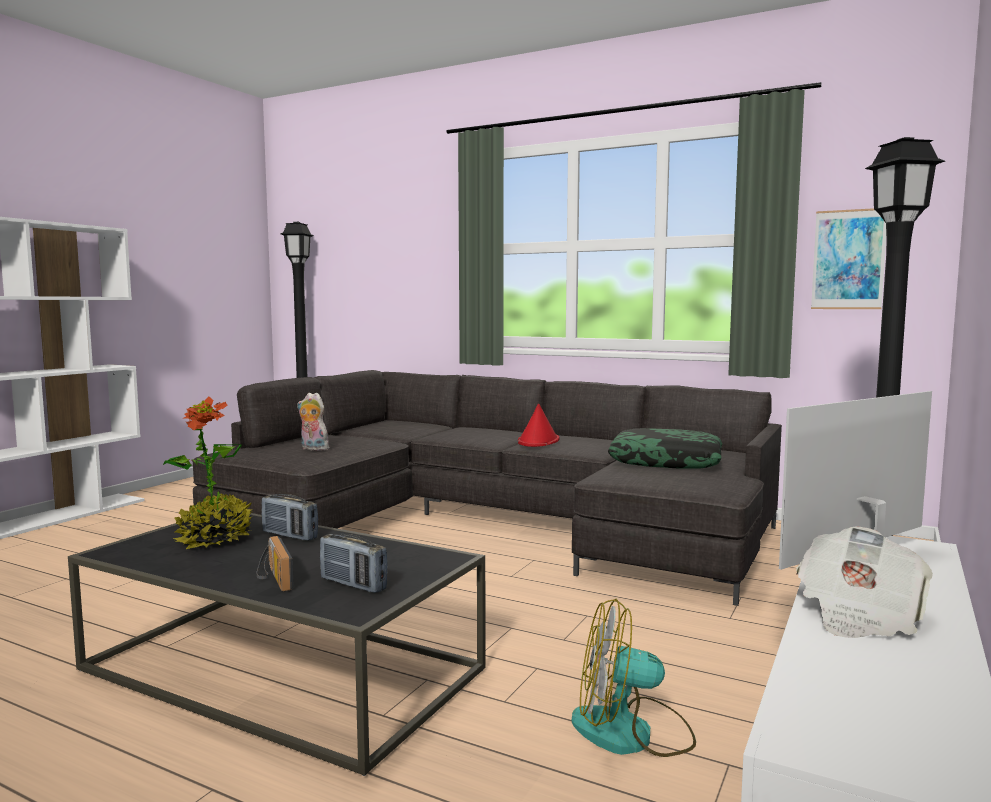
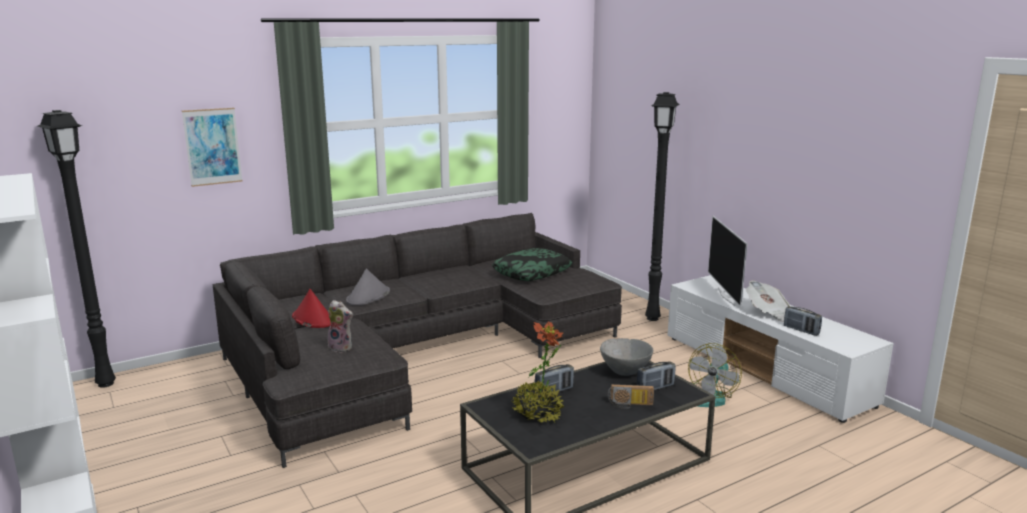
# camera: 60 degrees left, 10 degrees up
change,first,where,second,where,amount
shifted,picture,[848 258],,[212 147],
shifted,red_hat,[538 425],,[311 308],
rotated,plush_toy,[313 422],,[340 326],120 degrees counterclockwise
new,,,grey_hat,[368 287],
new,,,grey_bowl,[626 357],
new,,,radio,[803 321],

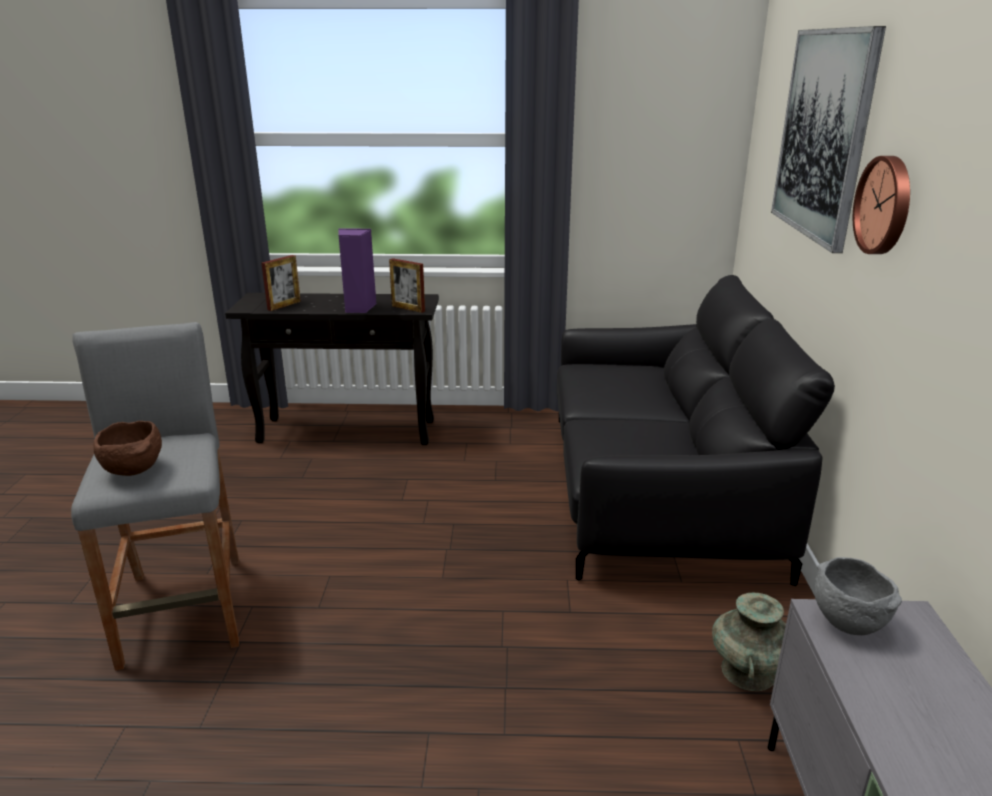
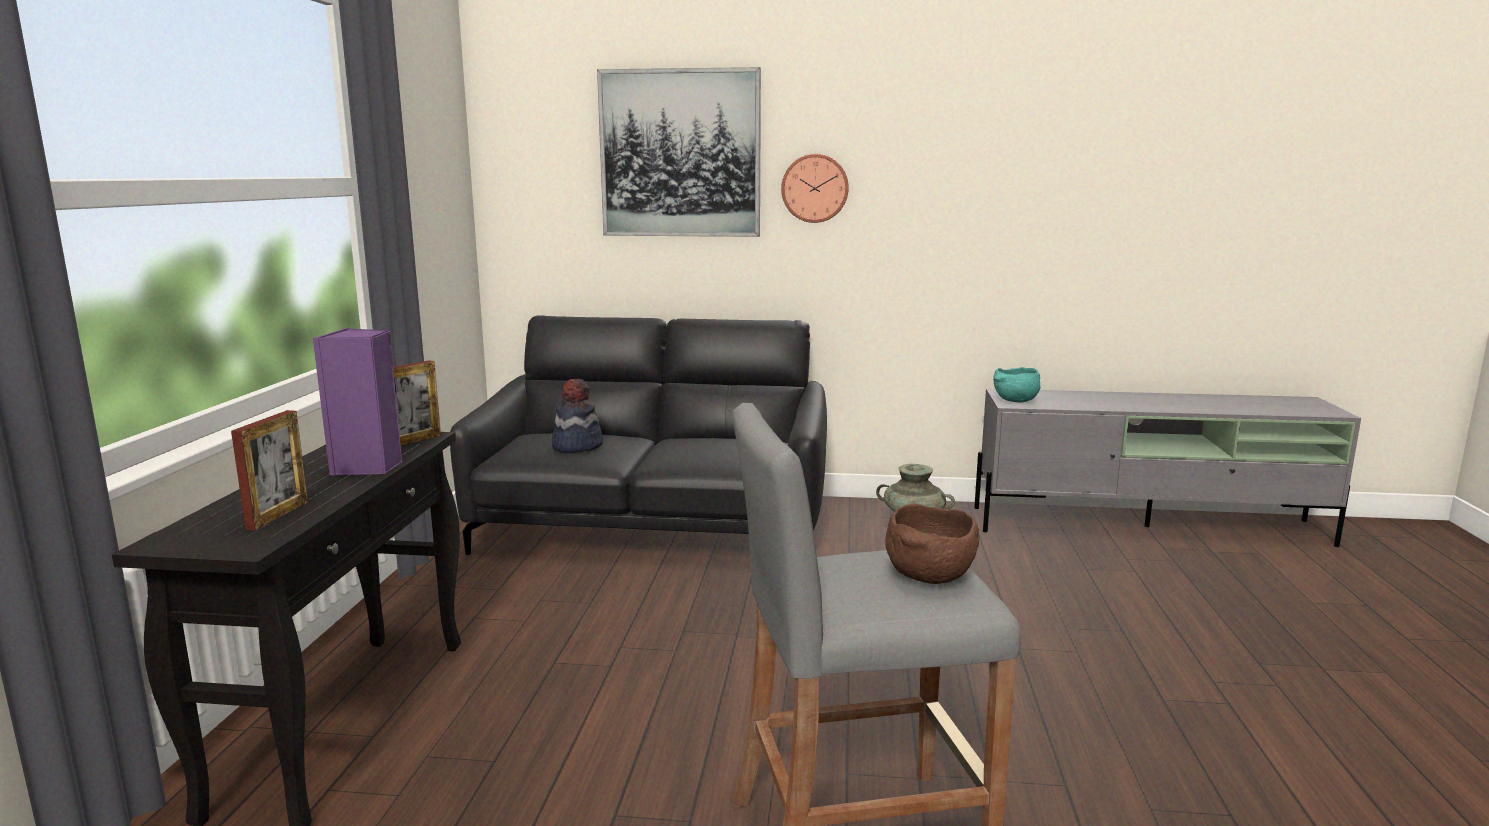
# camera: 85 degrees left, 10 degrees down
change,first,where,second,where,amount
rotated,picture_frame,[281 283],,[269 470],60 degrees clockwise
new,,,hat,[577 416],
repainted,grey_bowl,[858 596],turquoise_bowl,[1016 385],

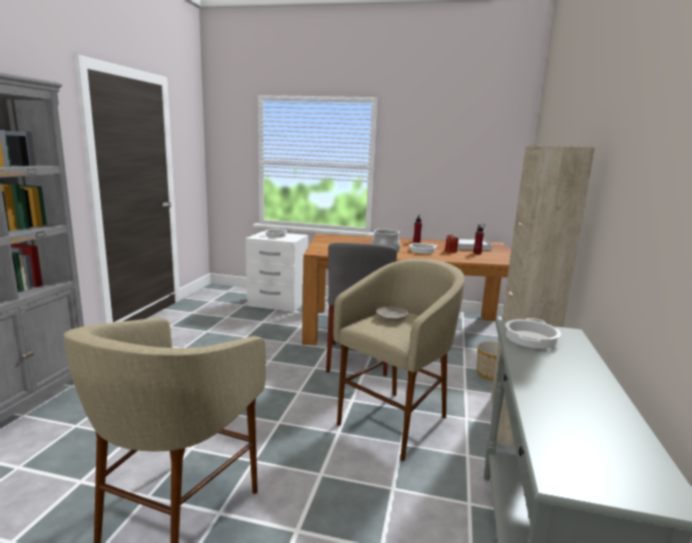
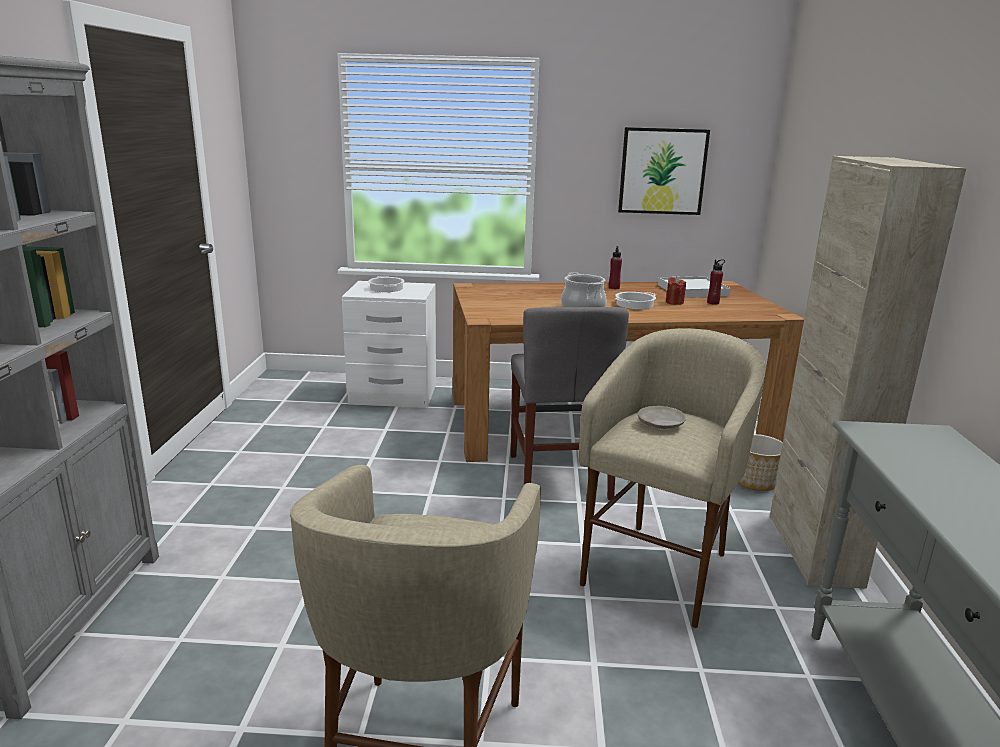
# camera: 10 degrees left, 5 degrees up
change,first,where,second,where,amount
new,,,picture,[664 171],
gone,cooking_pot,[533 333],,,

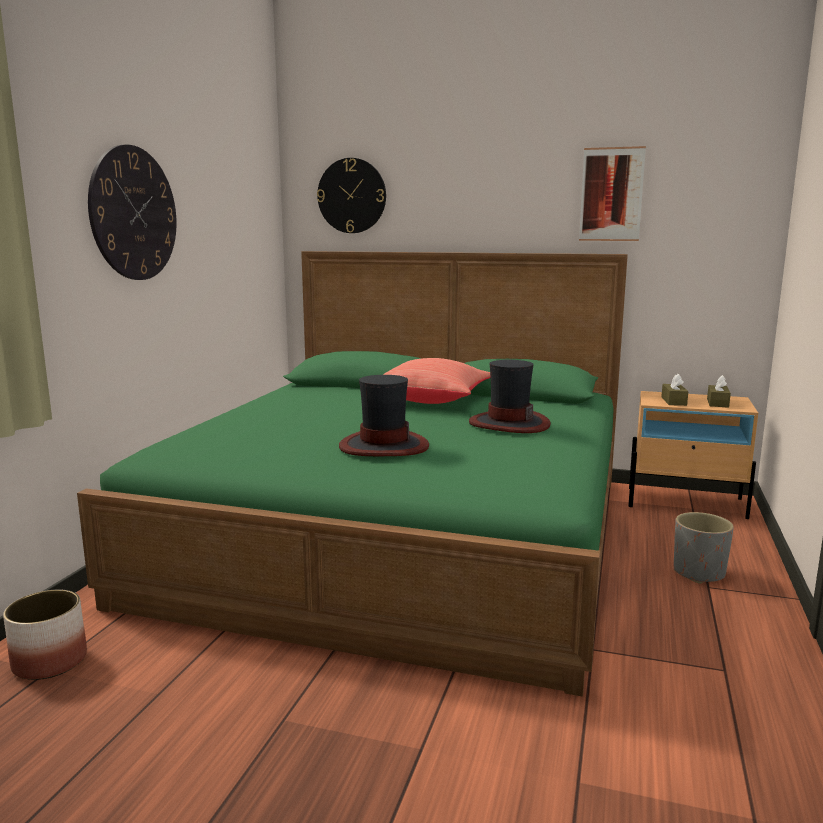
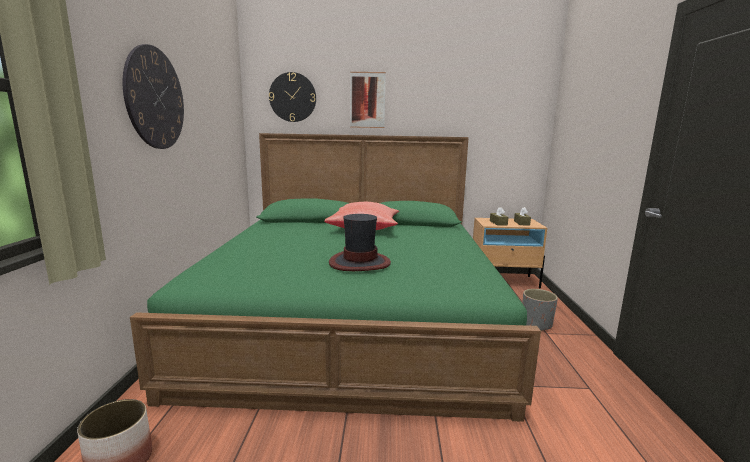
# camera: 15 degrees left, 0 degrees up
change,first,where,second,where,amount
shifted,picture,[612 193],,[368 100],
gone,hat,[510 396],,,

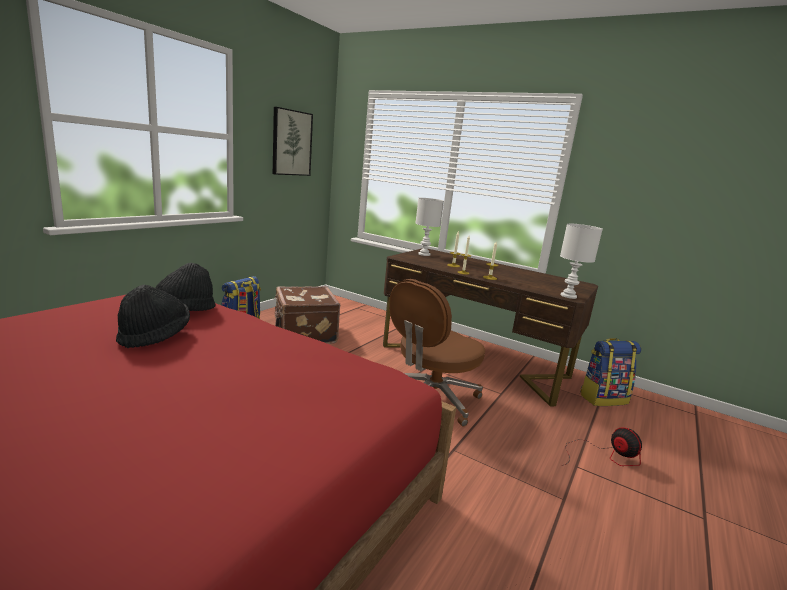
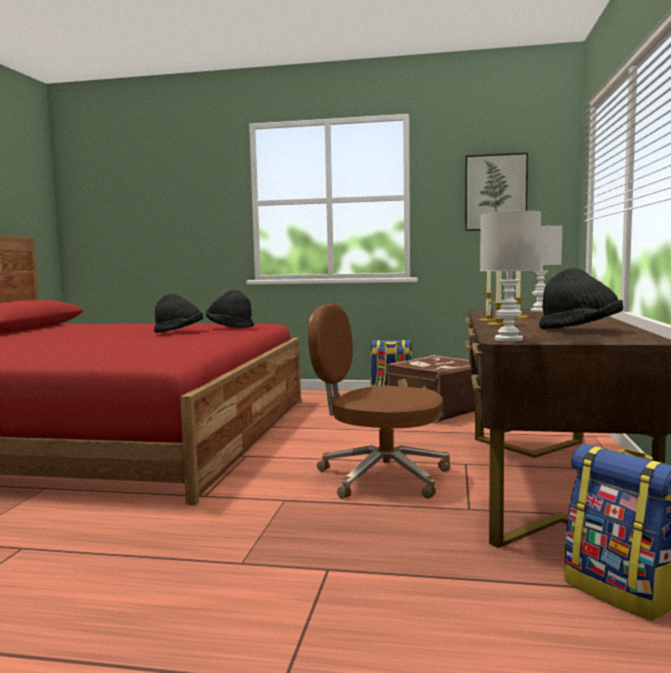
# camera: 70 degrees right, 10 degrees down
change,first,where,second,where,amount
new,,,black_hat,[581 298],
gone,fan,[602 446],,,

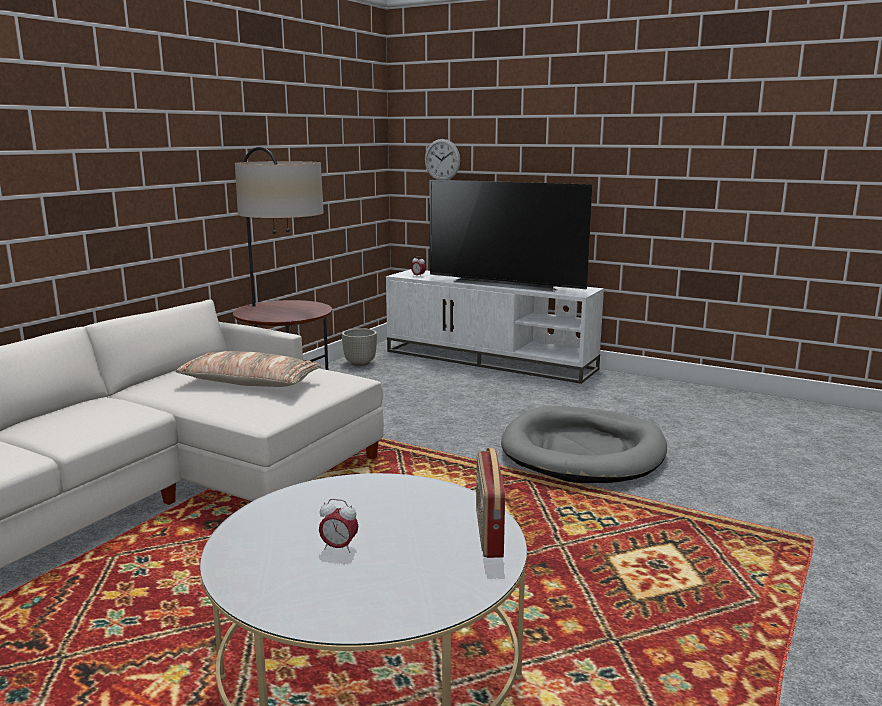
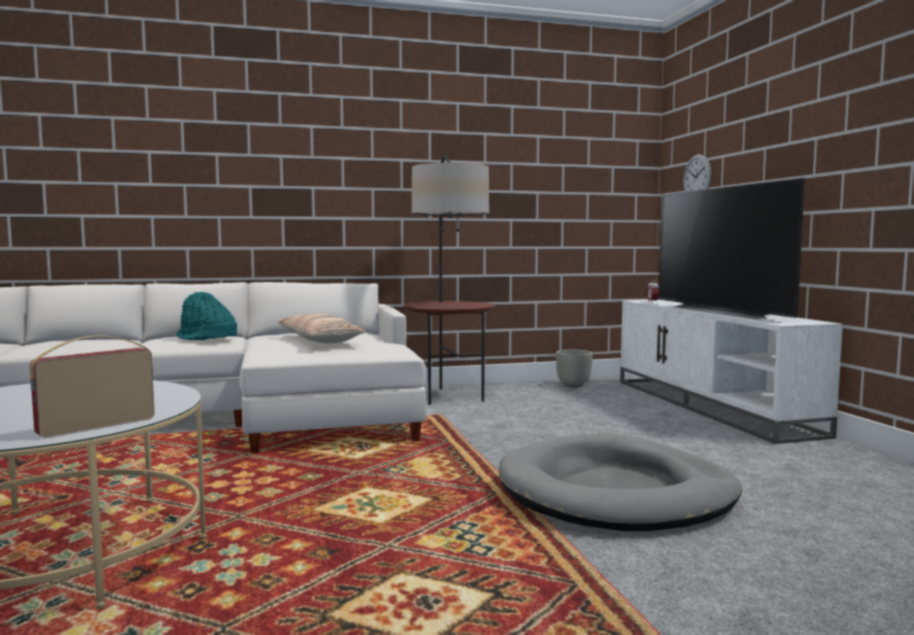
# camera: 45 degrees right, 10 degrees down
change,first,where,second,where,amount
new,,,turquoise_hat,[207 316],
gone,alarm_clock,[338 526],,,

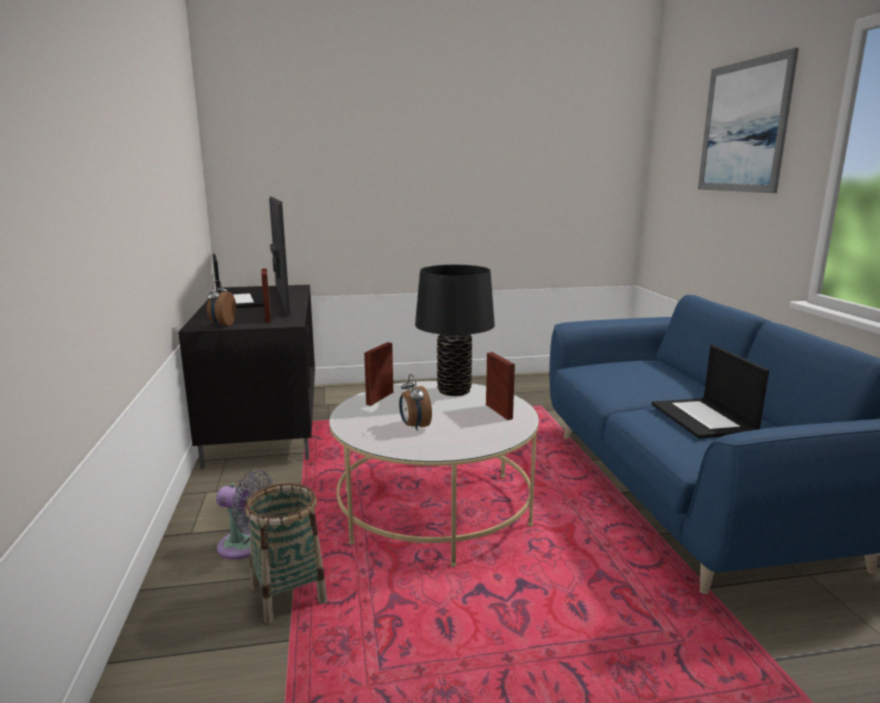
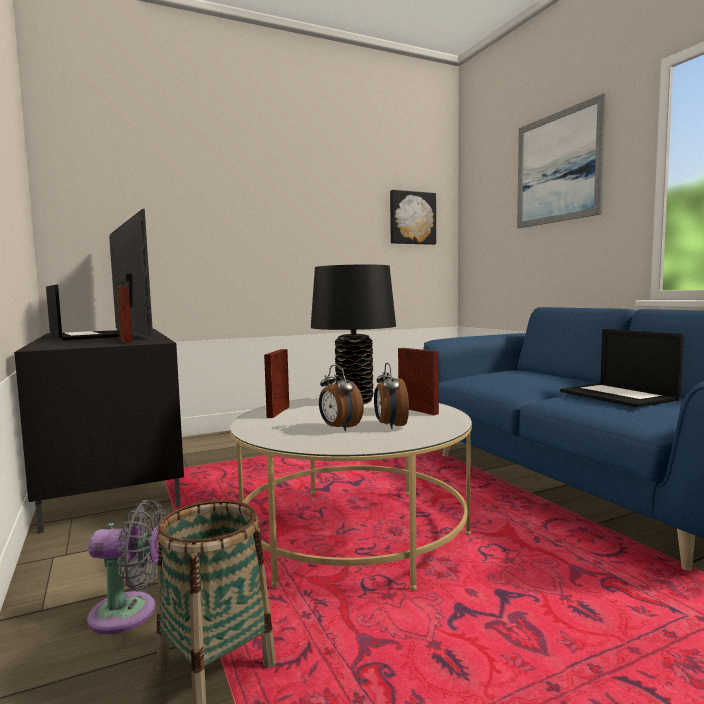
# camera: 15 degrees left, 10 degrees down
change,first,where,second,where,amount
shifted,alarm_clock,[221 304],,[391 396],
new,,,picture,[413 217],

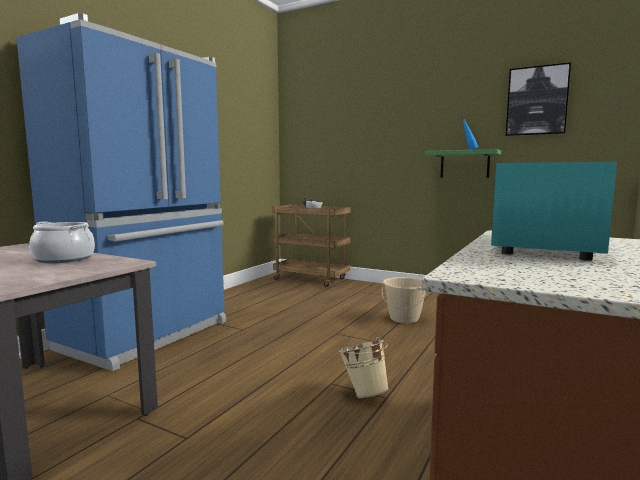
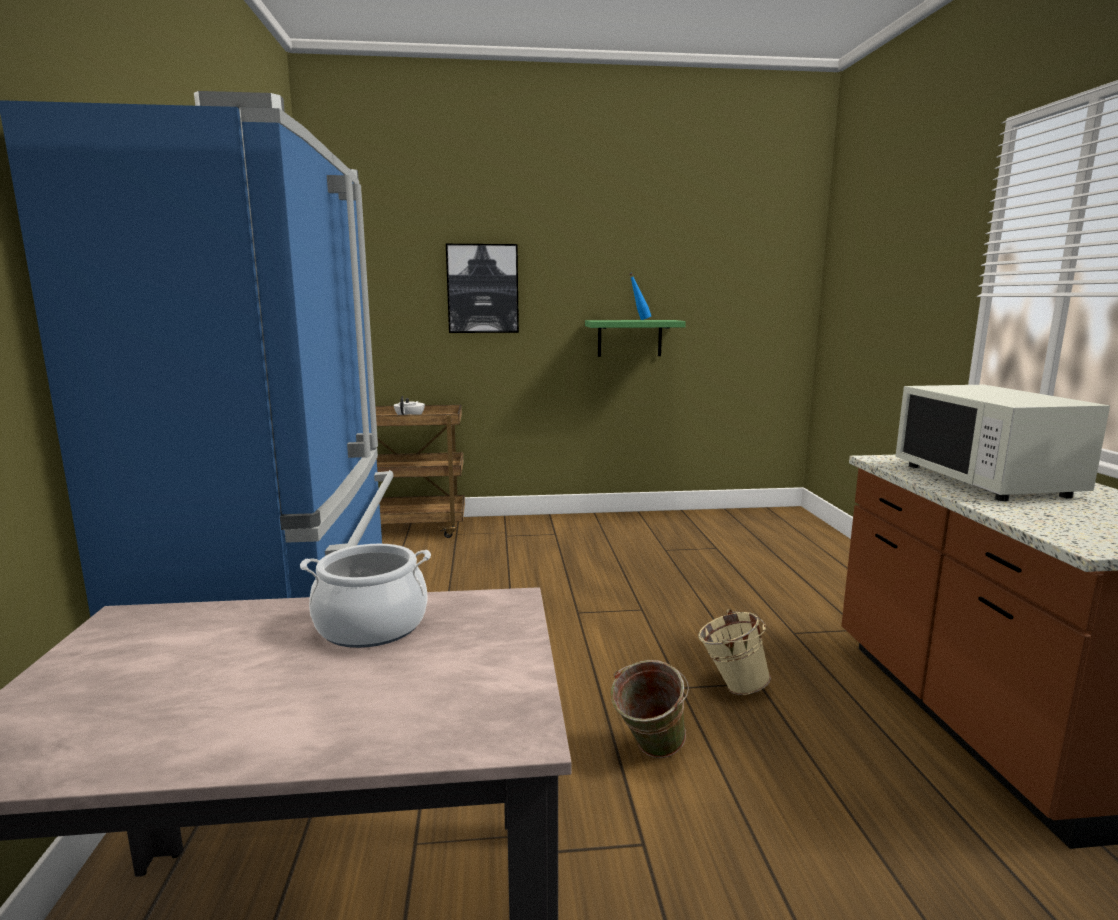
# camera: 35 degrees left, 5 degrees up
change,first,where,second,where,amount
shifted,picture,[538 99],,[482 288],
new,,,green_bucket,[650 709],
repainted,turquoise_microwave,[554 211],white_microwave,[1003 443],
gone,beige_bucket,[404 300],,,

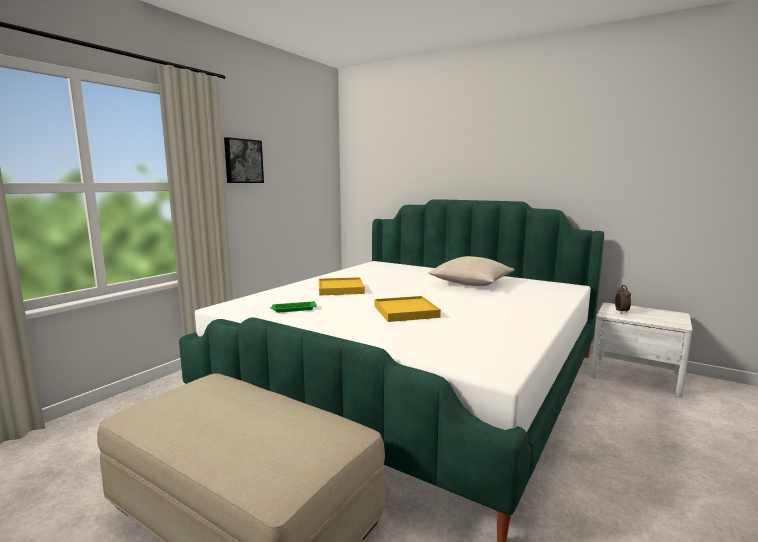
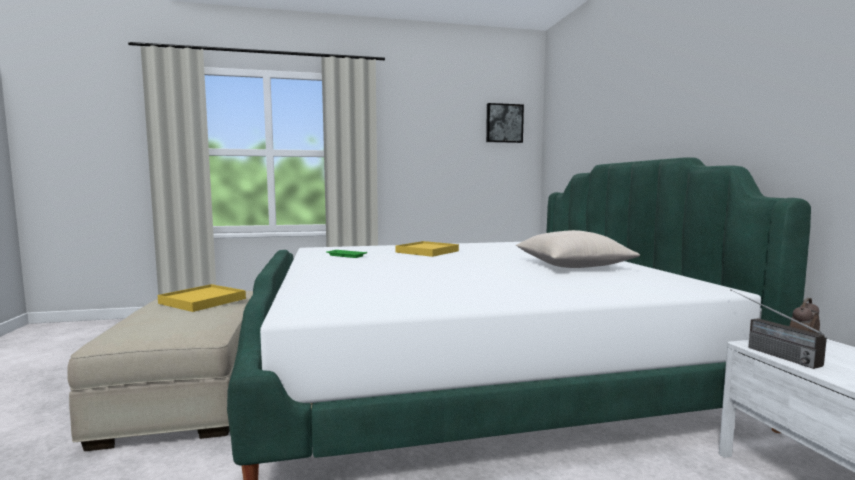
# camera: 45 degrees right, 5 degrees down
change,first,where,second,where,amount
shifted,yellow_tray,[408 309],,[202 298],
shifted,picture,[244 160],,[505 123],
new,,,radio,[778 329],

